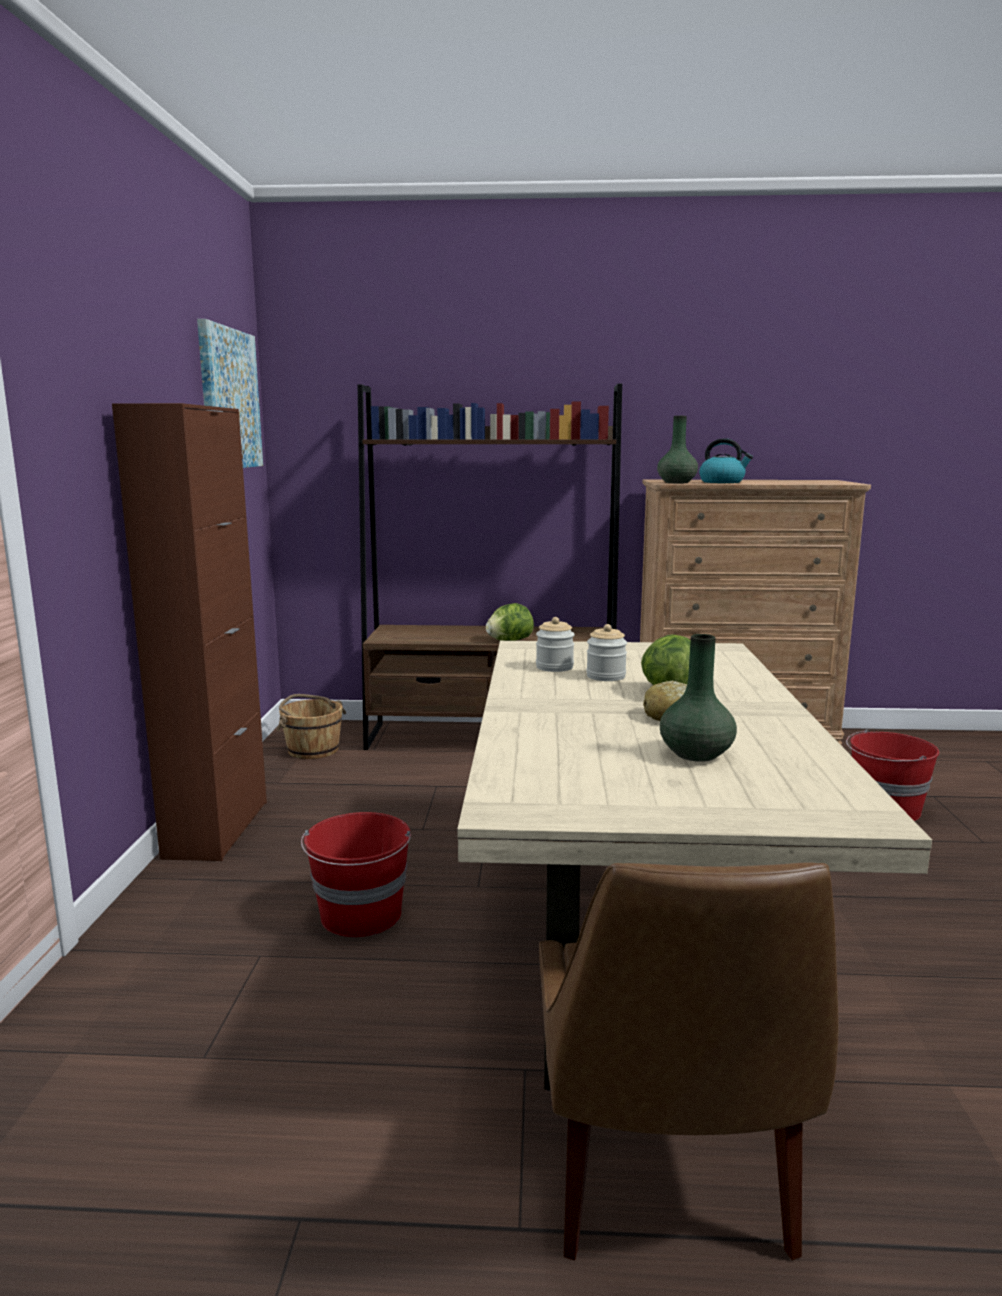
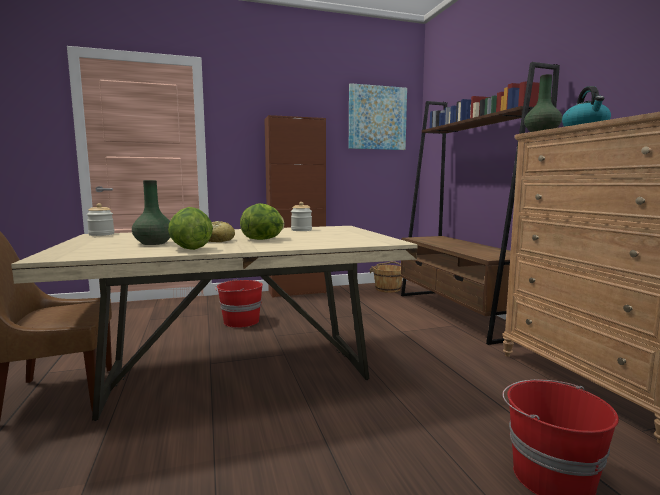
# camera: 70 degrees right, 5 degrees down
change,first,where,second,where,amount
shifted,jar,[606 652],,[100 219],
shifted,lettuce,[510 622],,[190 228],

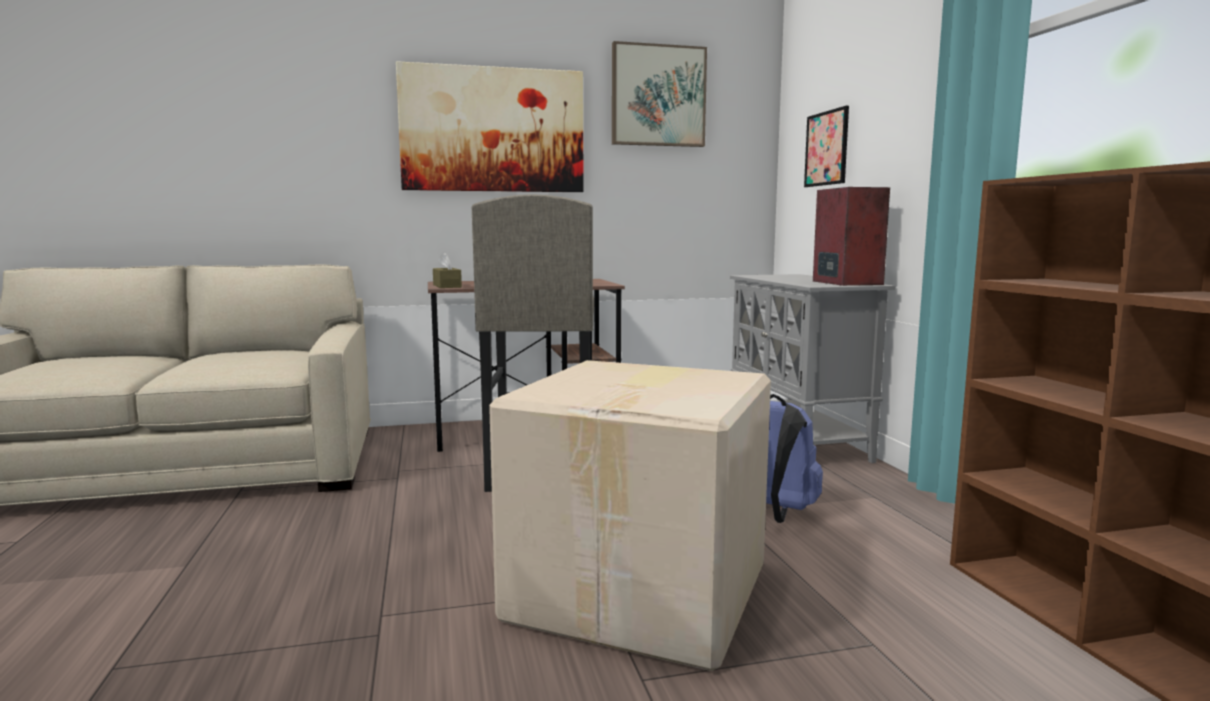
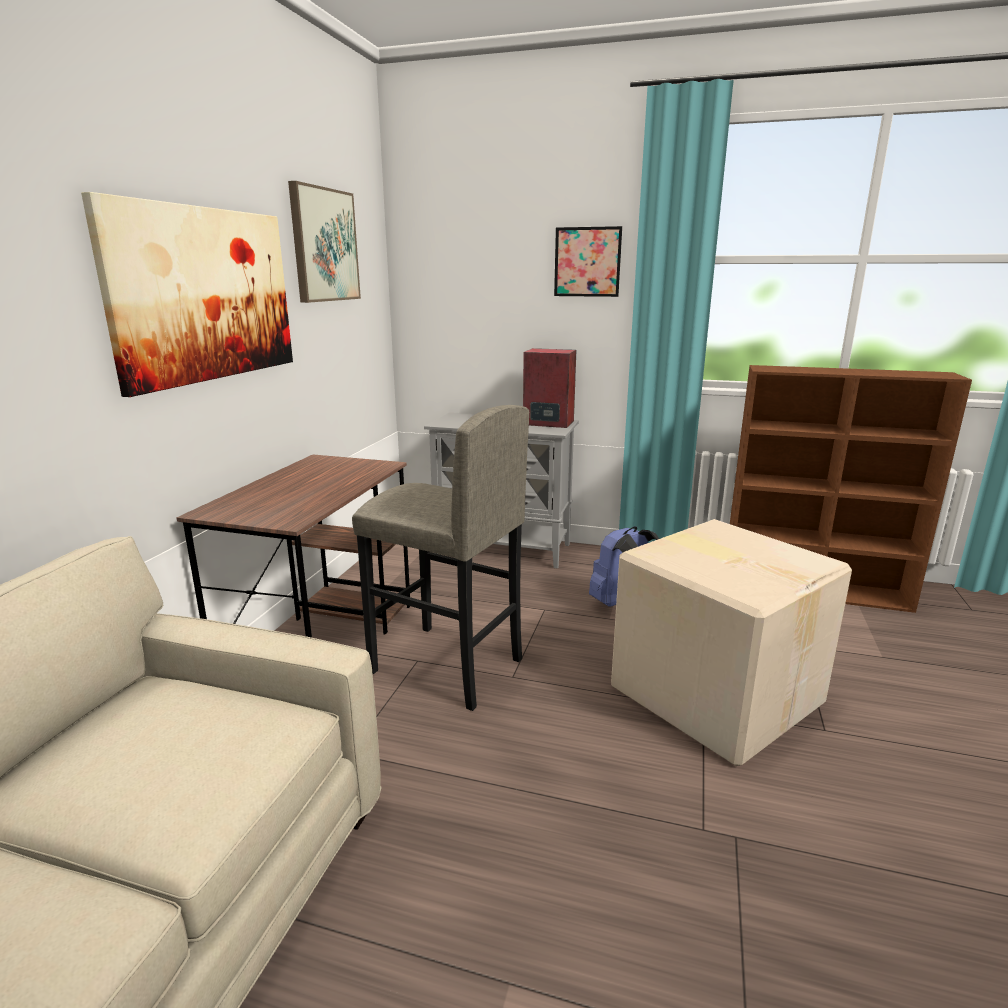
# camera: 60 degrees left, 10 degrees up
change,first,where,second,where,amount
shifted,picture,[826 146],,[588 261],
gone,brown_tissue_box,[447 270],,,

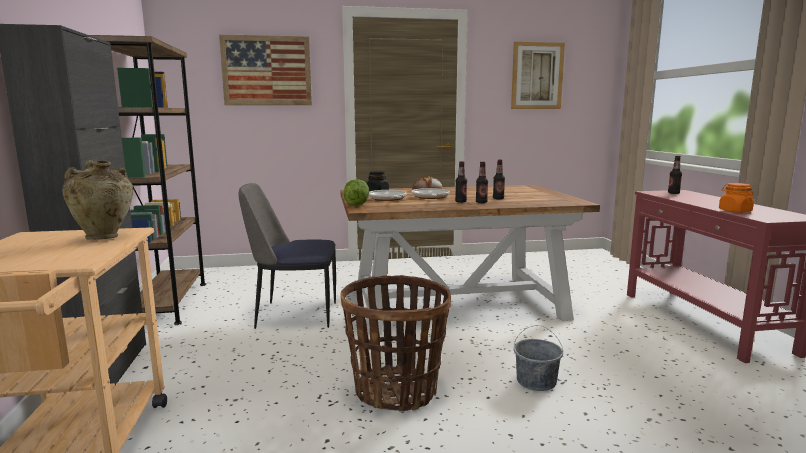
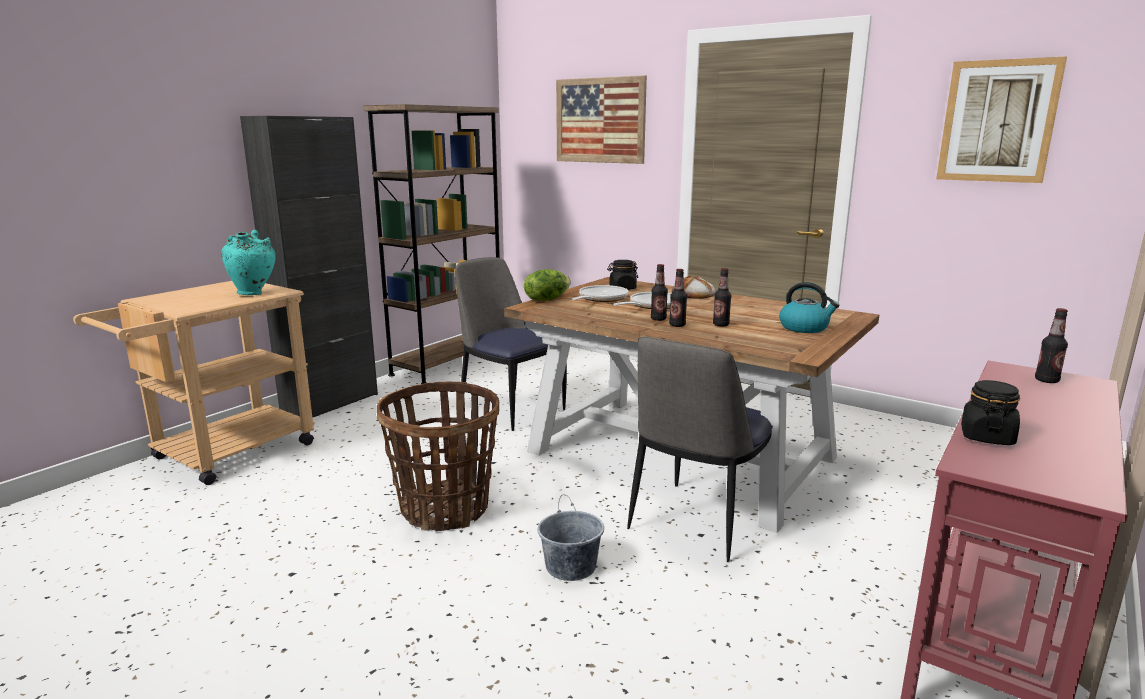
# camera: 45 degrees right, 5 degrees up
change,first,where,second,where,amount
repainted,beige_vase,[97 200],turquoise_vase,[248 262],
new,,,chair,[700 449],
new,,,kettle,[809 307],
repainted,orange_jar,[736 198],black_jar,[990 412],

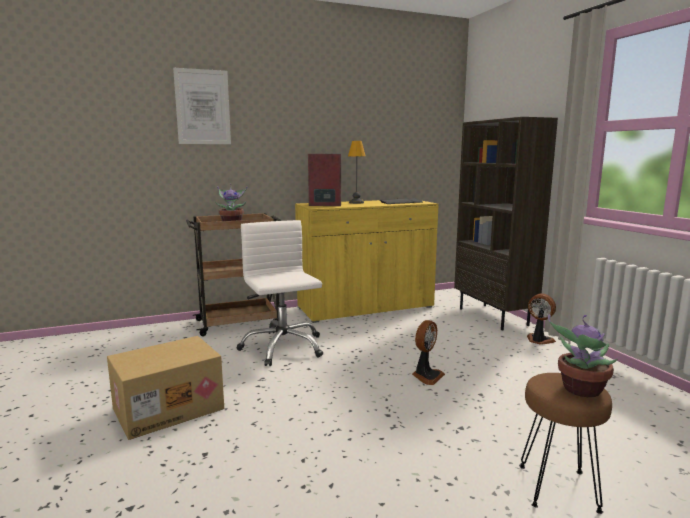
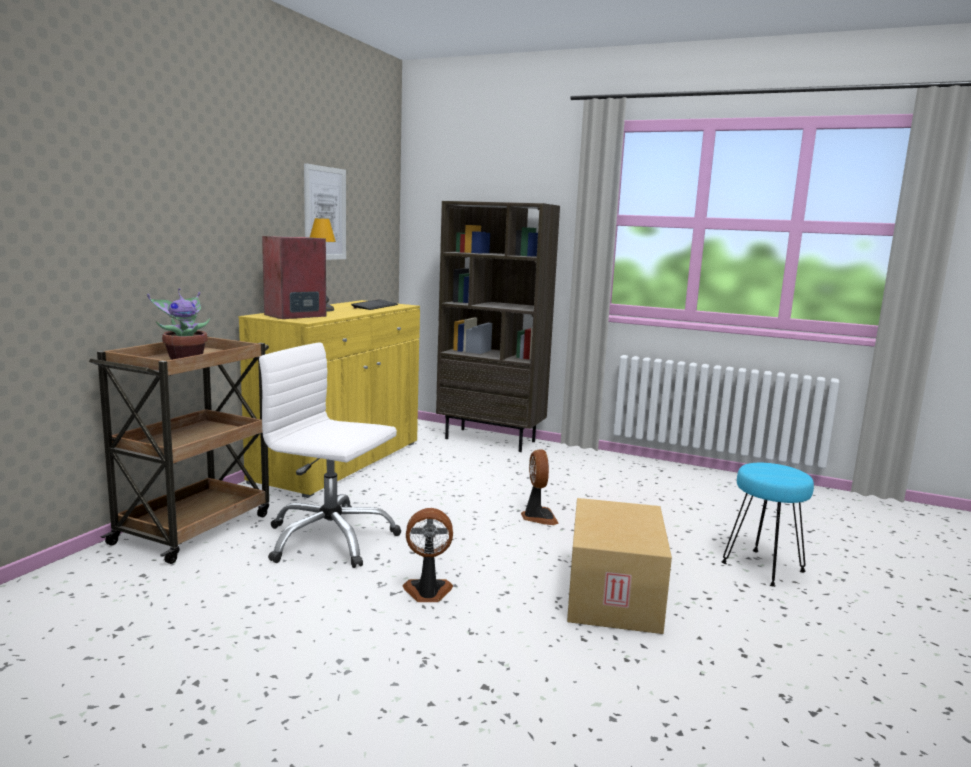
# camera: 45 degrees left, 0 degrees up
change,first,where,second,where,amount
shifted,picture,[202 106],,[325 211],
shifted,fan,[541 319],,[428 555],
shifted,cardboard_box,[165 388],,[619 566],
repainted,brown_stool,[565 443],turquoise_stool,[767 525],
gone,potted_plant,[583 355],,,

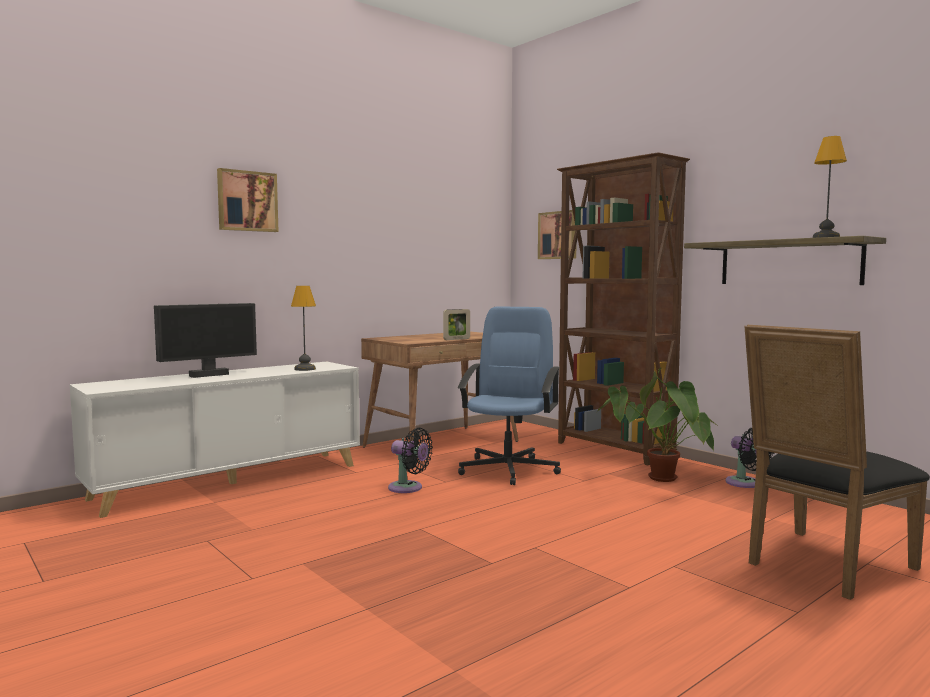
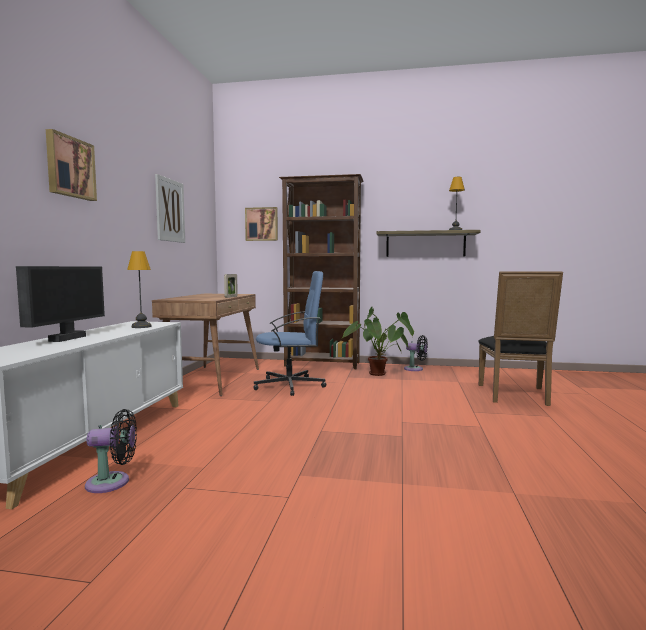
# camera: 40 degrees left, 0 degrees up
change,first,where,second,where,amount
shifted,black_fan,[410 460],,[111 451],
new,,,picture,[170 208],
rotated,blue_office_chair,[509 396],,[290 333],105 degrees clockwise

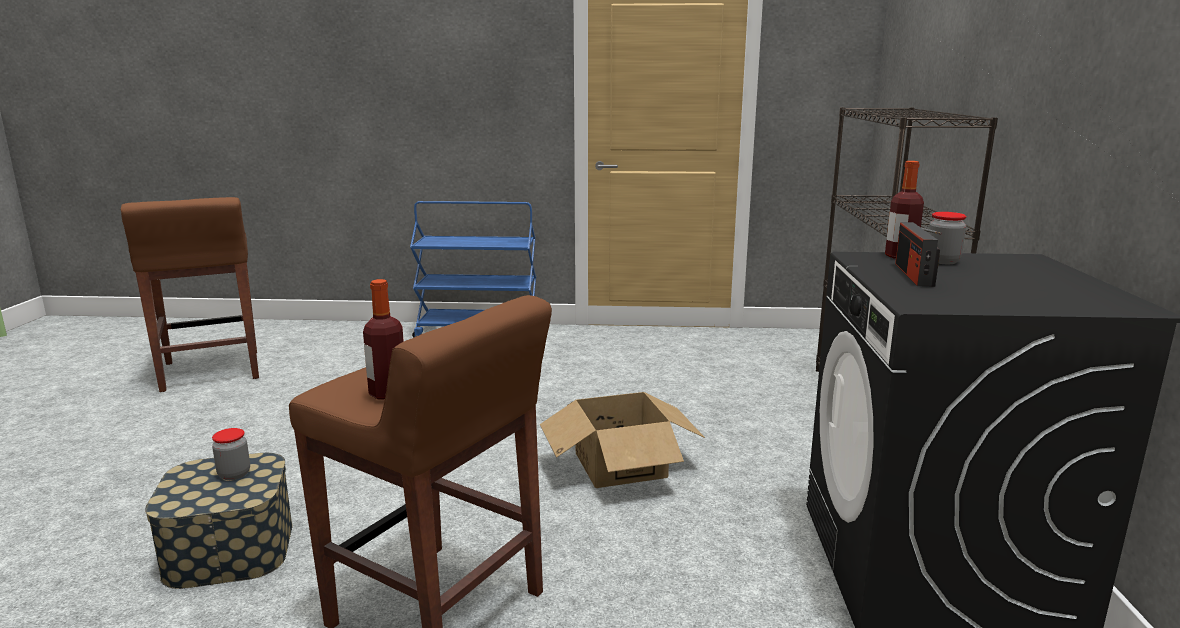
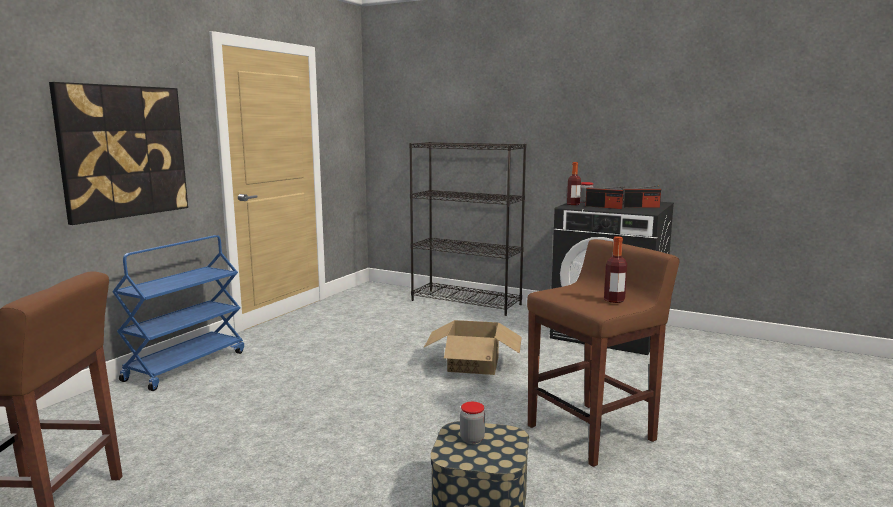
# camera: 65 degrees left, 5 degrees down
change,first,where,second,where,amount
new,,,picture,[118 153],
new,,,radio,[641 196],

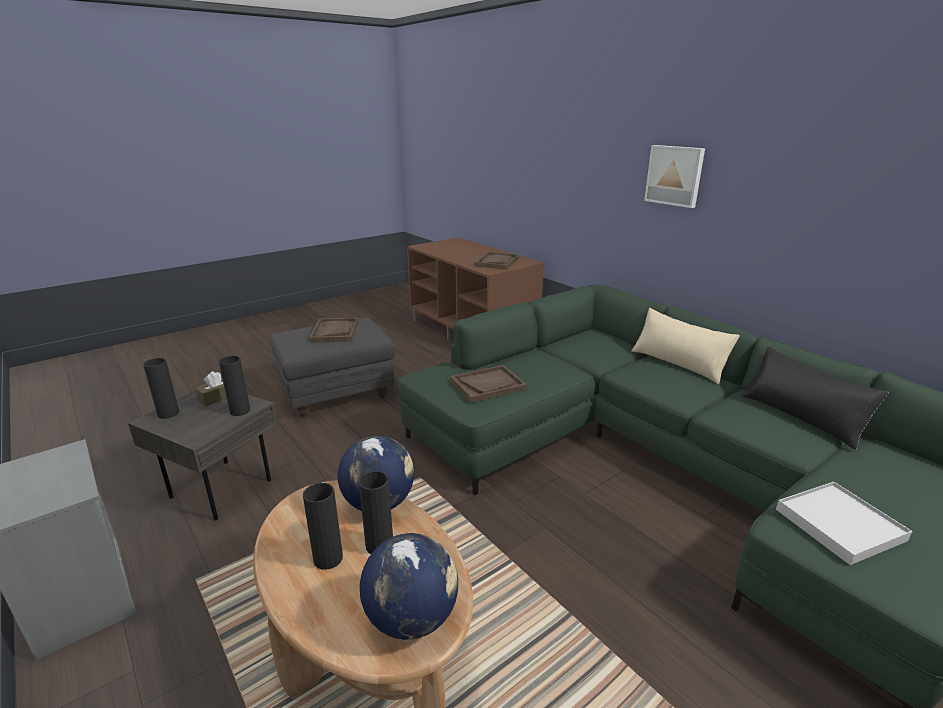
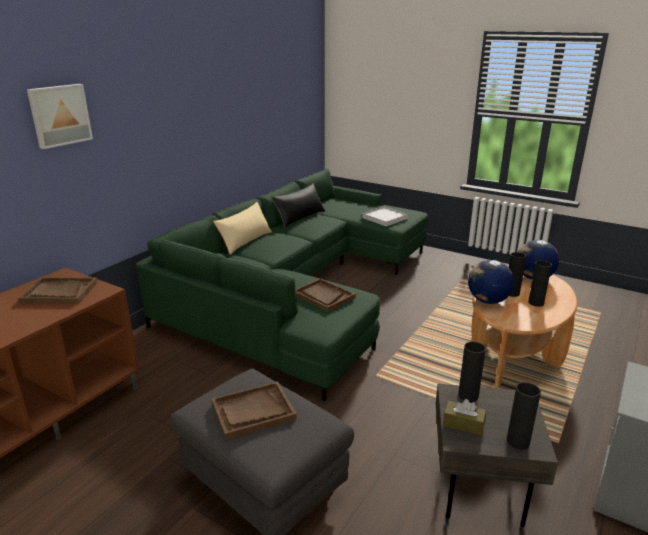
# camera: 110 degrees left, 0 degrees up
change,first,where,second,where,amount
shifted,picture,[674 176],,[60 116],

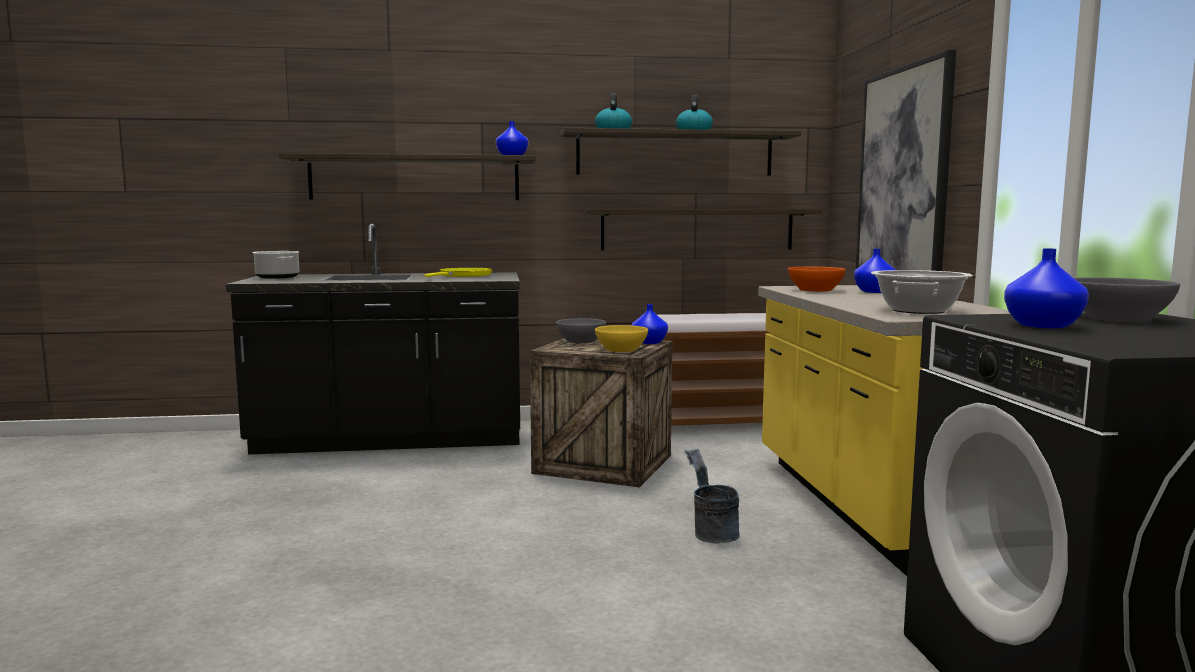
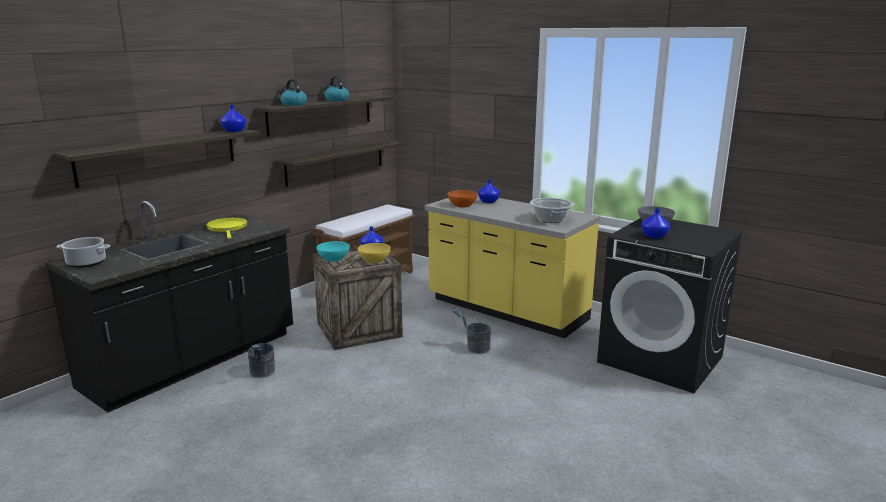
# camera: 45 degrees left, 10 degrees up
change,first,where,second,where,amount
new,,,grey_bucket,[261 360],
repainted,grey_bowl,[581 330],turquoise_bowl,[333 251],
gone,picture,[905 160],,,

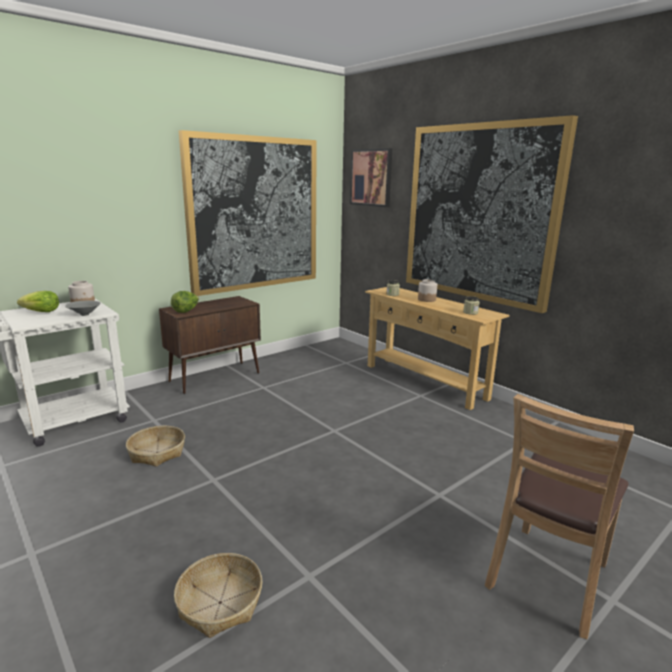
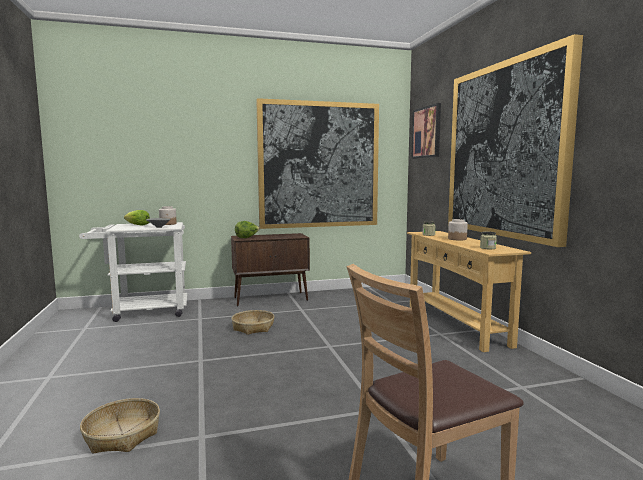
# camera: 25 degrees right, 10 degrees down
change,first,where,second,where,amount
shifted,basket,[155 446],,[253 322],

